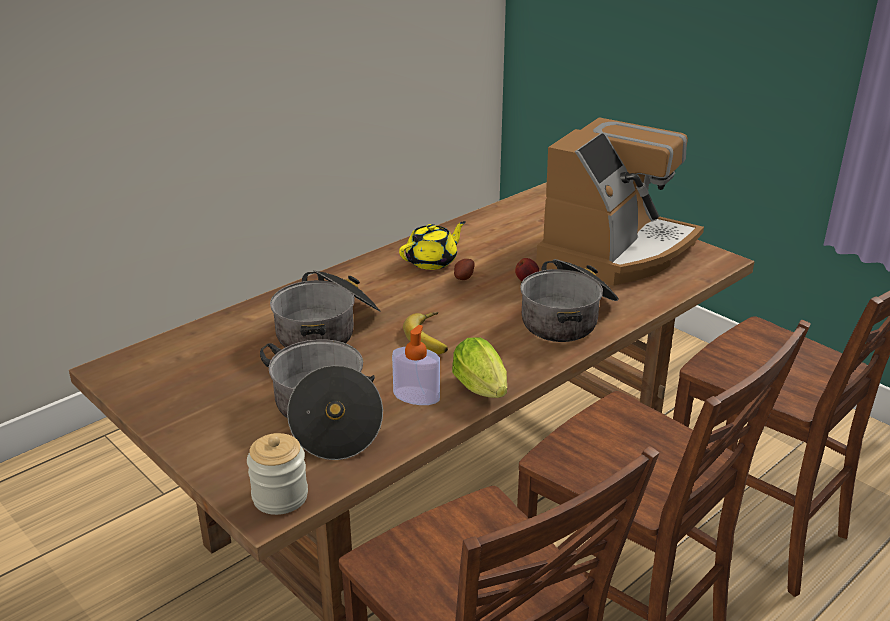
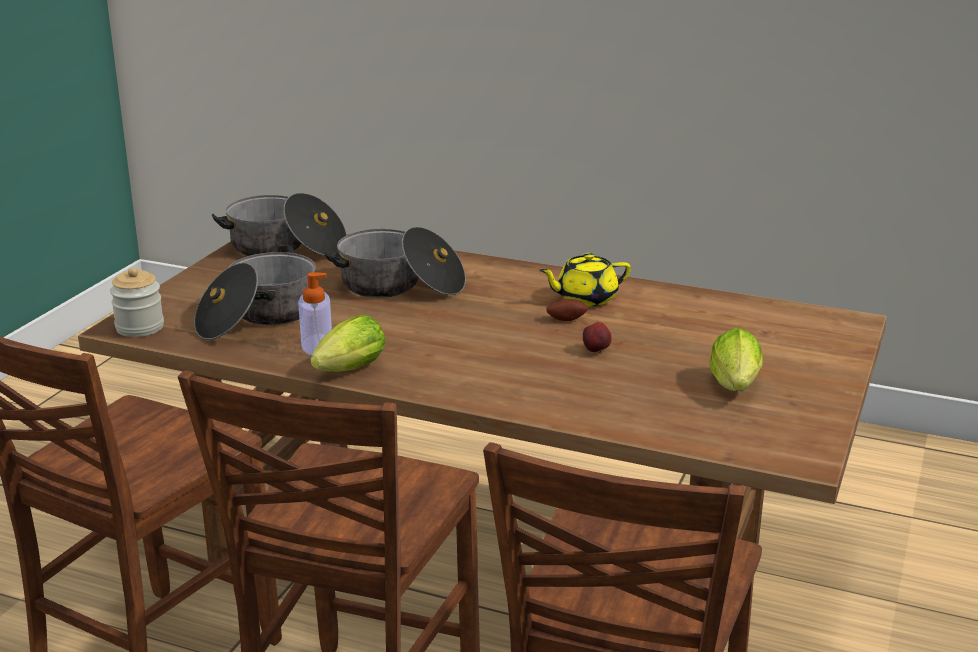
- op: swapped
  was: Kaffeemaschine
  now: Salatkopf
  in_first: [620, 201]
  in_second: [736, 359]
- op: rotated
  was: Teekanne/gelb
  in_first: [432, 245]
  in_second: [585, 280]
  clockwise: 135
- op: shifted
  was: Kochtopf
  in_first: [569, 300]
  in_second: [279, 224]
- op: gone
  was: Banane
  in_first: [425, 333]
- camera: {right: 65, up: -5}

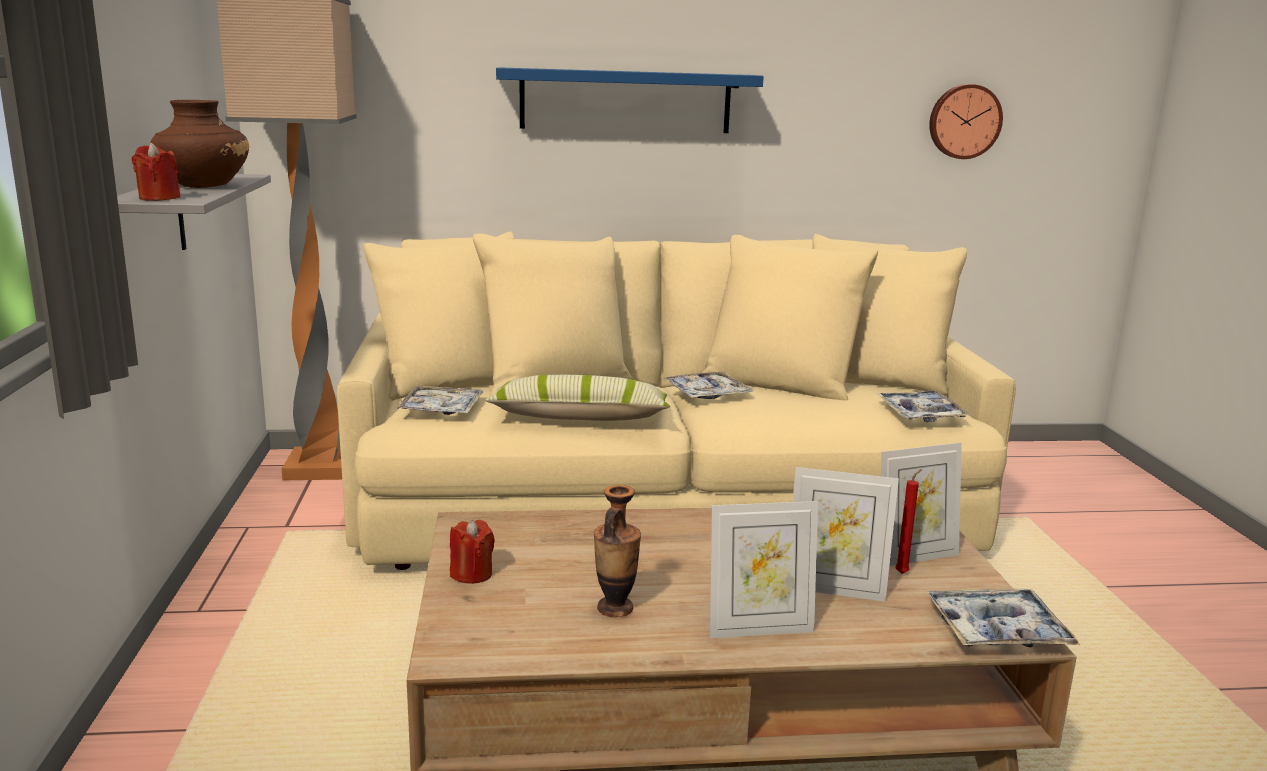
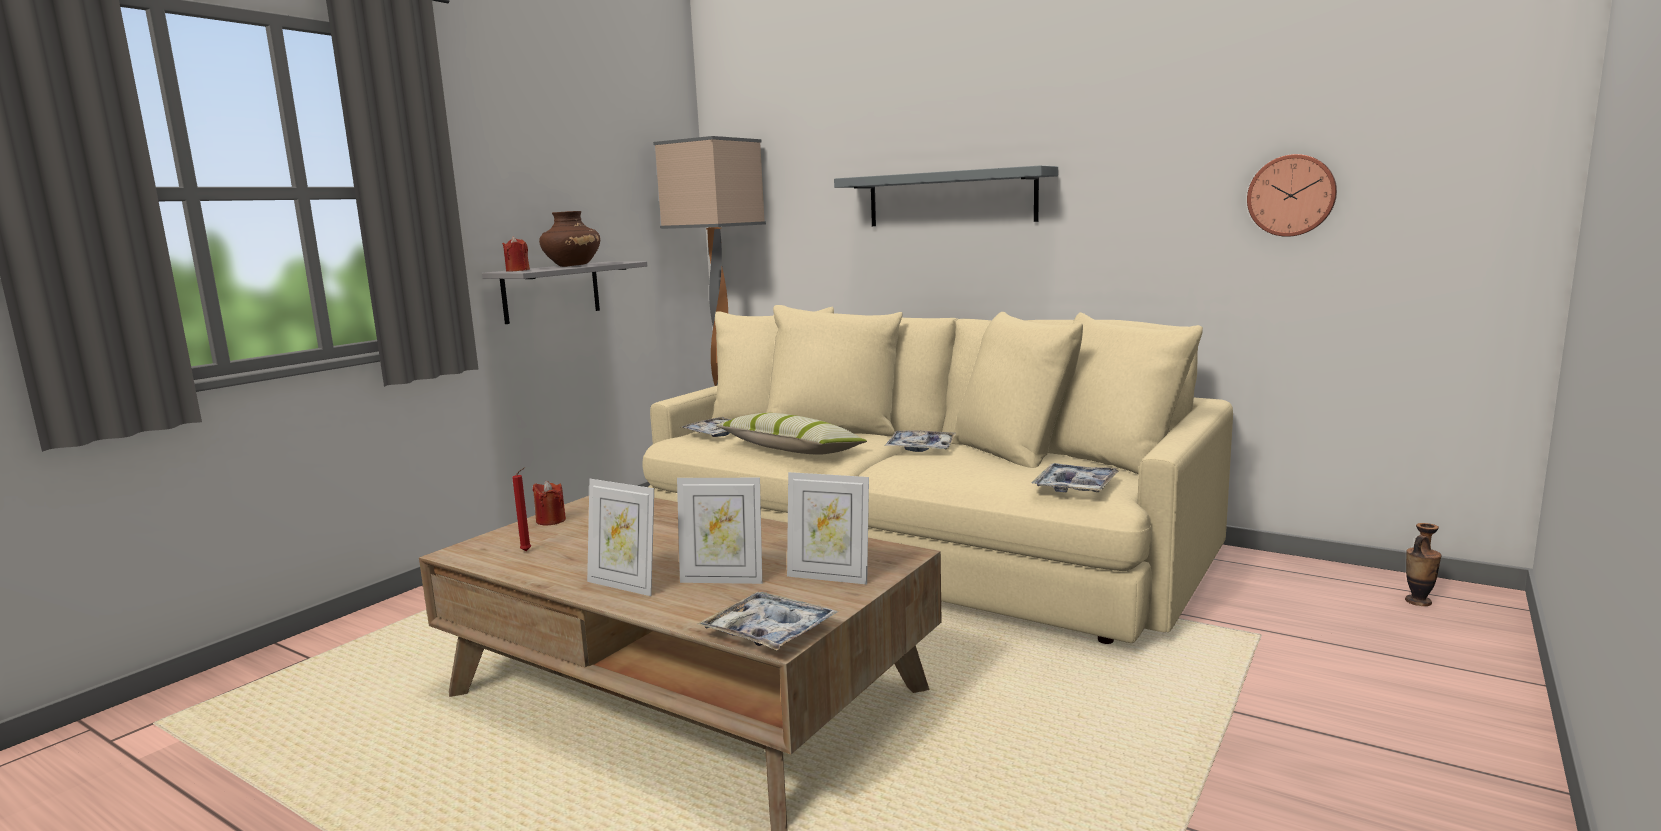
- op: repainted
  was: Wandregal/blau
  now: Wandregal/grau
  in_first: [630, 100]
  in_second: [946, 195]
- op: rotated
  was: Bilderrahmen
  in_first: [846, 534]
  in_second: [719, 531]
  clockwise: -45
- op: shifted
  was: Kerze/rot
  in_first: [908, 521]
  in_second: [521, 509]
- op: shifted
  was: Vase
  in_first: [617, 551]
  in_second: [1423, 564]
- camera: {right: 40, up: -5}

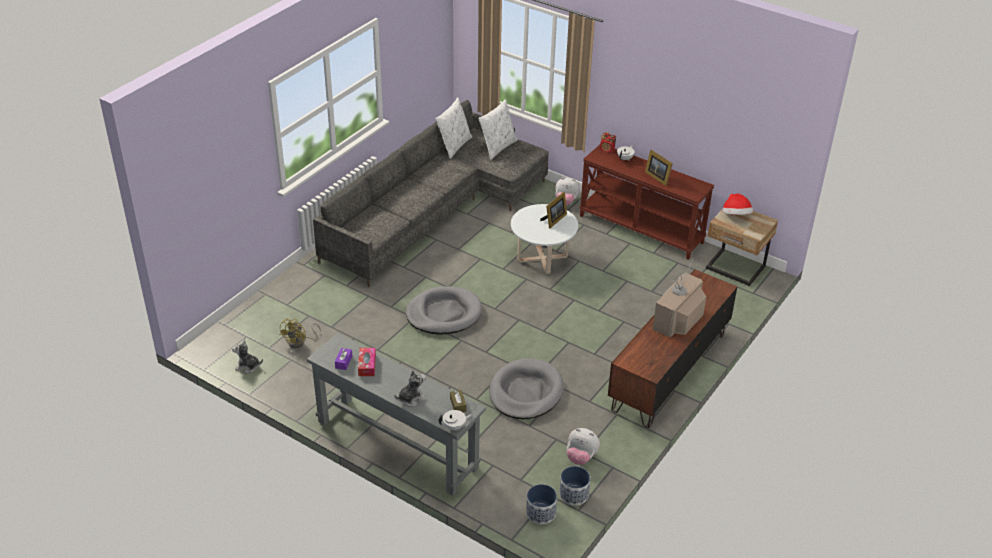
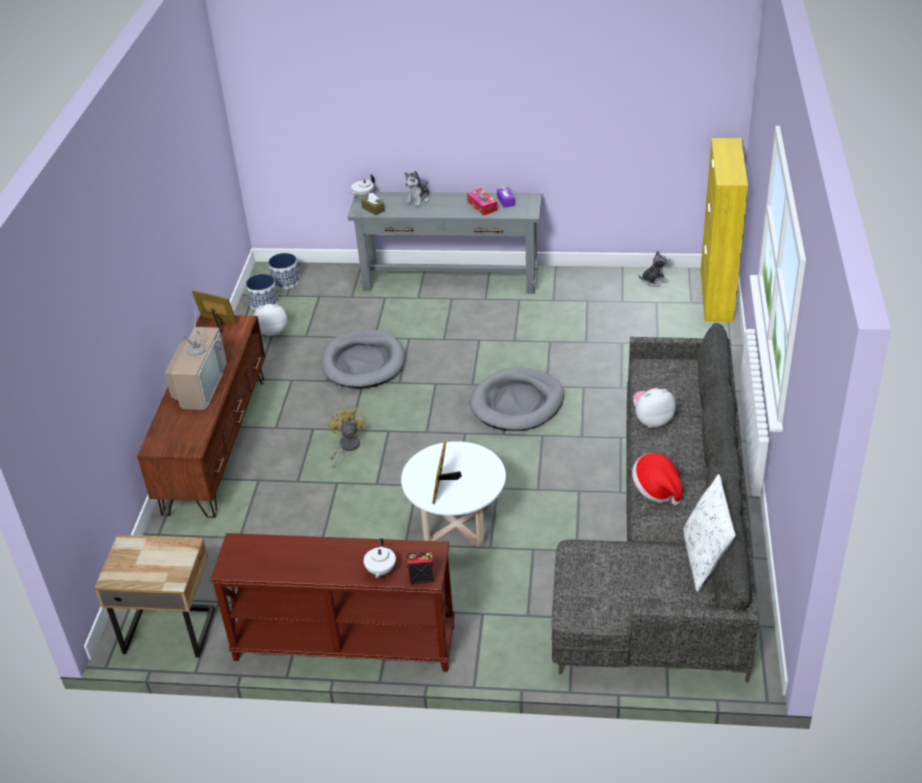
- op: gone
  was: Kissen/weiß
  in_first: [498, 129]
- op: shifted
  was: Bilderrahmen
  in_first: [659, 168]
  in_second: [214, 312]
- op: shifted
  was: Plüschtier
  in_first: [567, 191]
  in_second: [654, 408]
- op: shifted
  was: Hut
  in_first: [737, 204]
  in_second: [657, 479]
- op: shifted
  was: Ventilator/gelb
  in_first: [300, 333]
  in_second: [347, 436]
- op: new
  now: Schrank/gelb
  in_second: [724, 230]
- camera: {right: 155, up: 0}

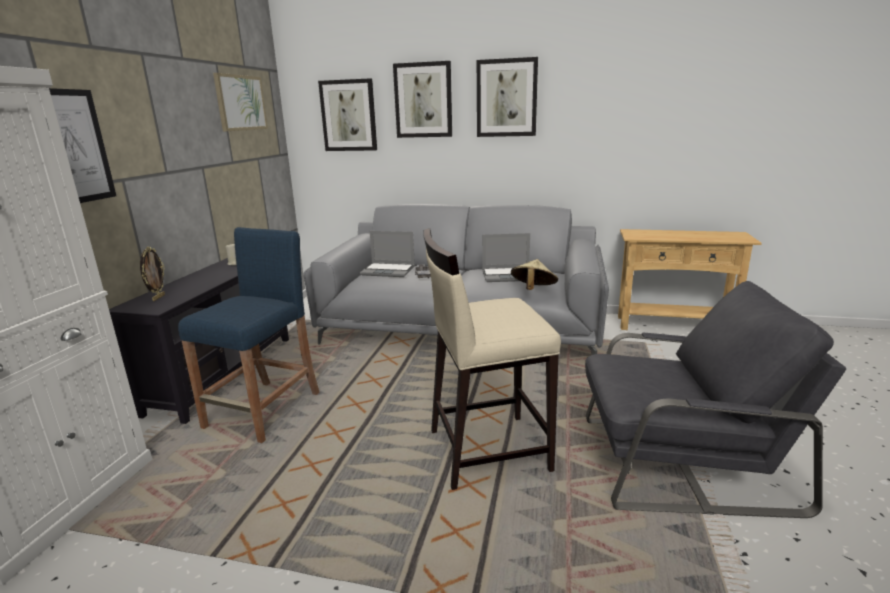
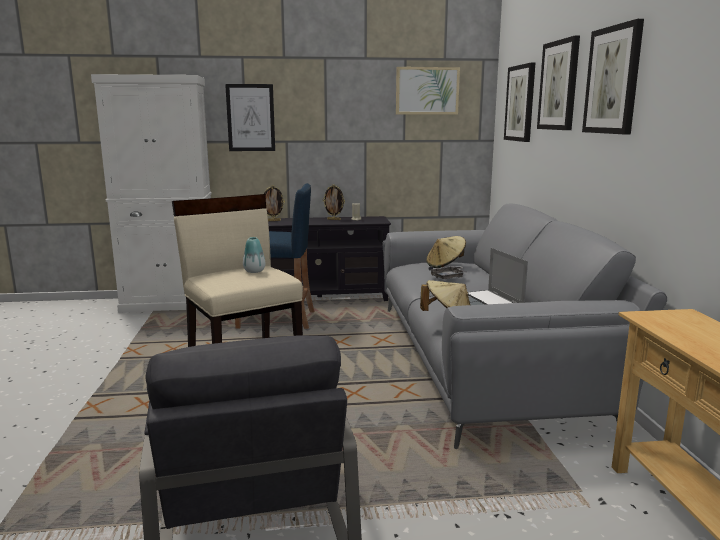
- op: swapped
  was: Laptop
  now: Hut/beige
  in_first: [387, 254]
  in_second: [446, 252]
- op: new
  now: Bilderrahmen
  in_second: [333, 202]
- op: new
  now: Vase
  in_second: [254, 255]
- camera: {right: 70, up: -5}

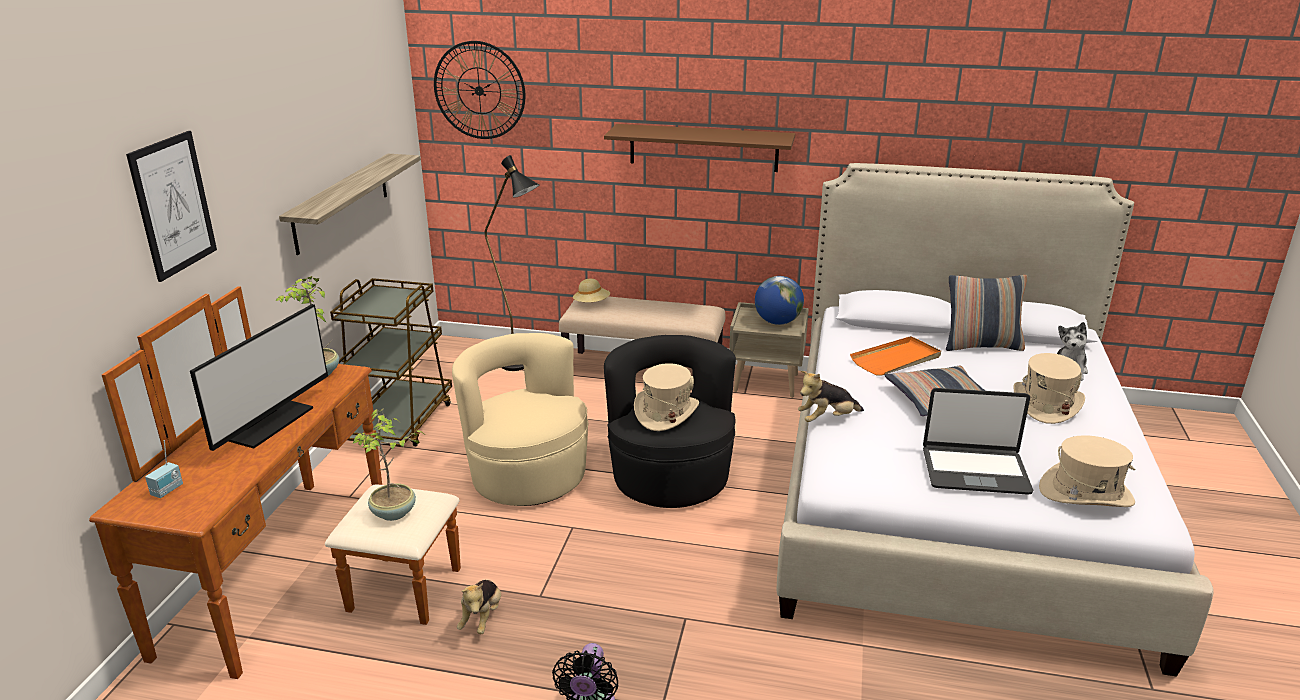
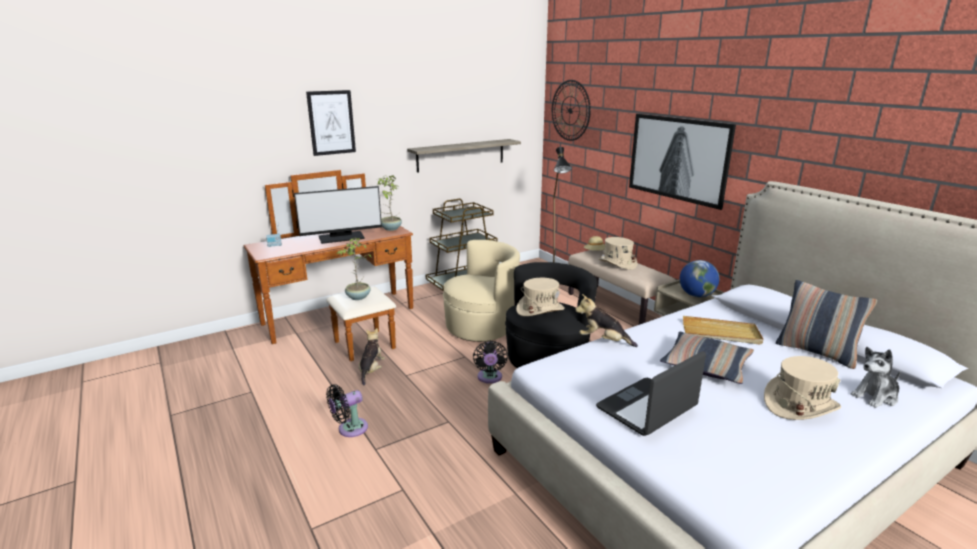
- op: swapped
  was: Wandregal/braun
  now: Bild
  in_first: [699, 148]
  in_second: [682, 162]
- op: rotated
  was: Sessel/beige
  in_first: [520, 419]
  in_second: [481, 291]
  clockwise: 60
- op: repainted
  was: Tablett/orange
  now: Tablett/beige
  in_first: [895, 356]
  in_second: [723, 330]
- op: rotated
  was: Laptop
  in_first: [978, 441]
  in_second: [651, 393]
  clockwise: 90
- op: shifted
  was: Hut/beige
  in_first: [1087, 471]
  in_second: [617, 253]
- op: rotated
  was: Plüschtier
  in_first: [479, 607]
  in_second: [371, 356]
  clockwise: 135
- op: new
  now: Ventilator/schwarz
  in_second: [490, 362]
- camera: {right: 45, up: -5}

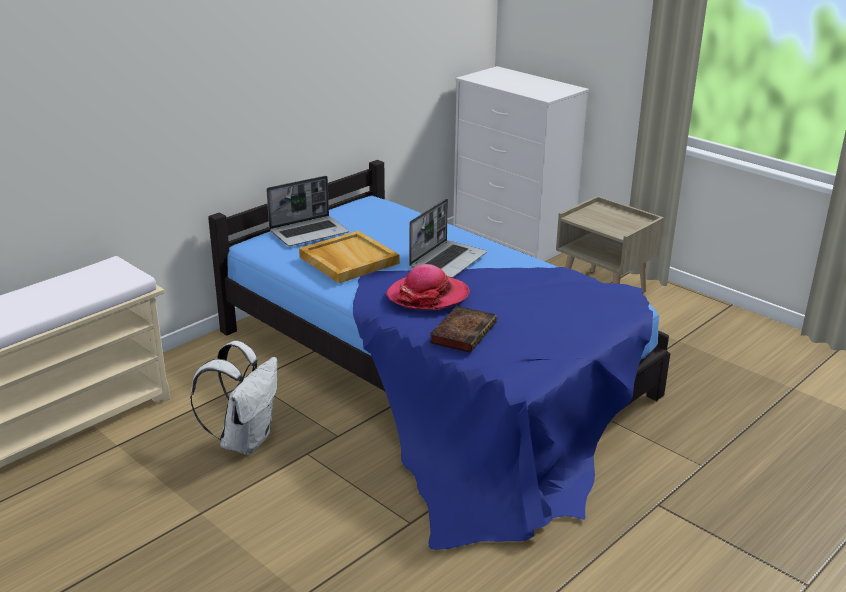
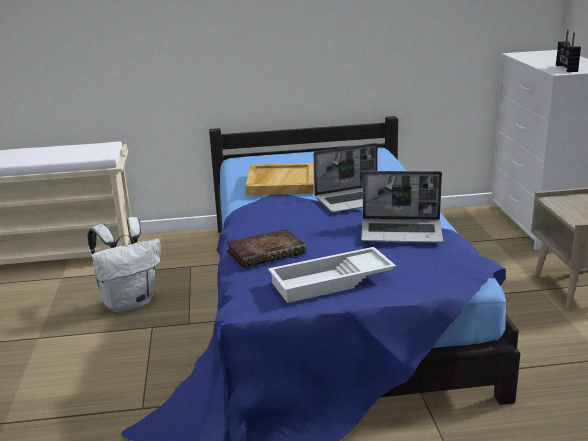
- op: shifted
  was: Laptop
  in_first: [307, 211]
  in_second: [402, 207]
- op: gone
  was: Hut
  in_first: [428, 287]
- op: new
  now: Radio
  in_second: [568, 51]
- op: new
  now: Tablett/weiß
  in_second: [332, 275]
- camera: {right: 40, up: -5}

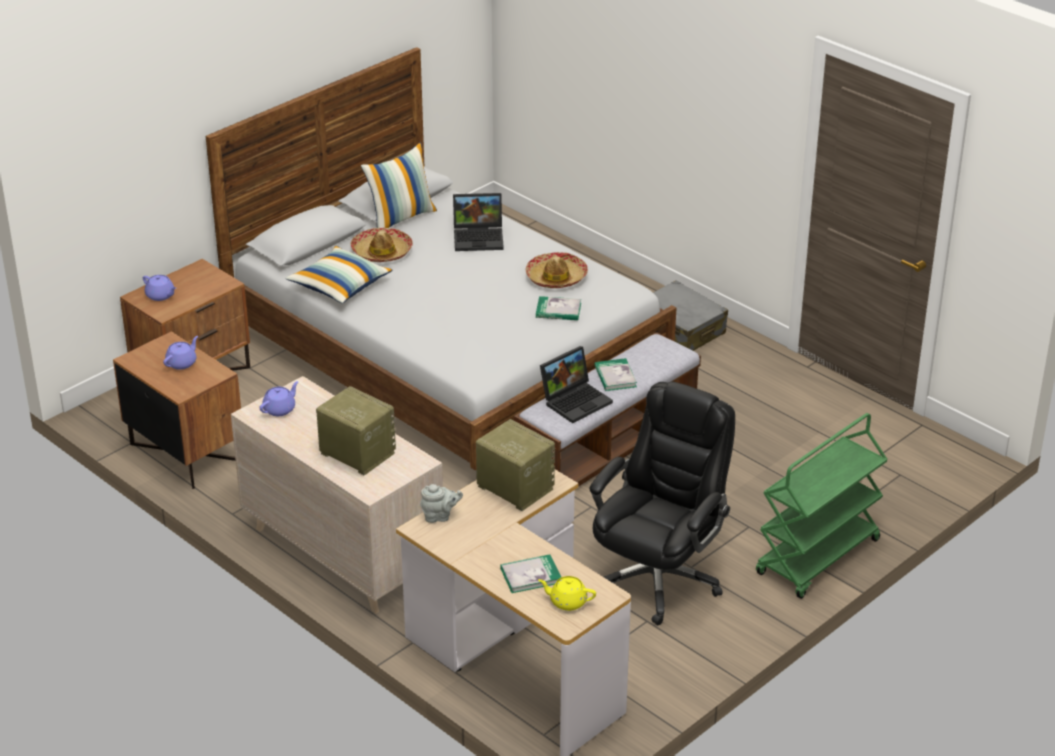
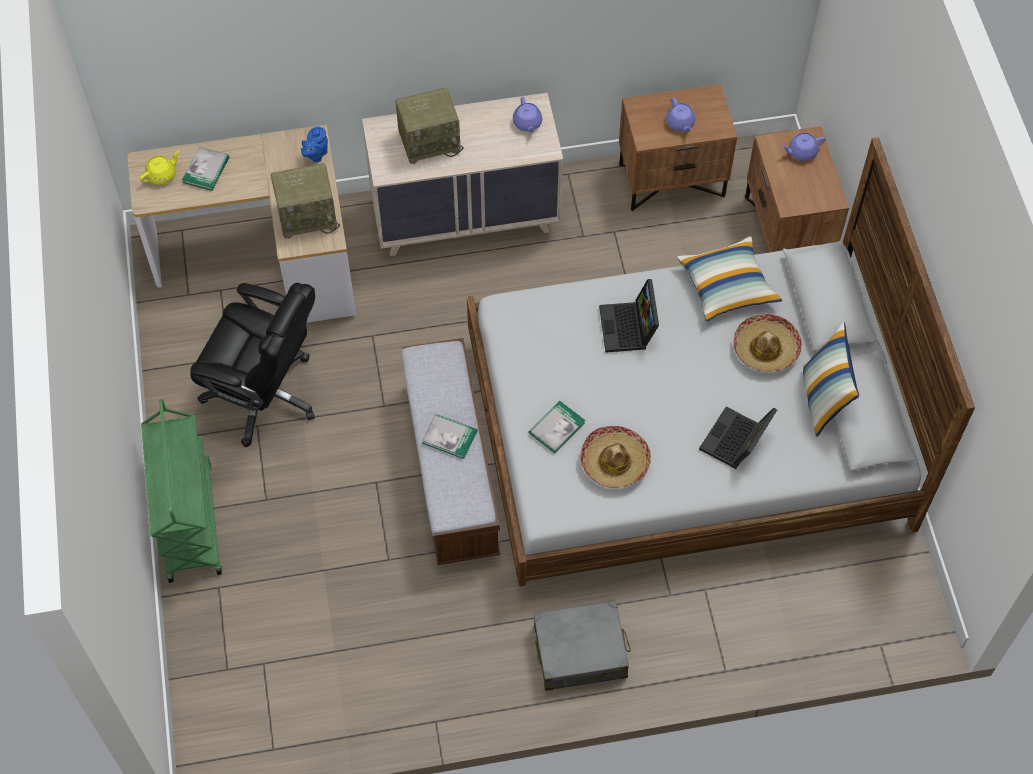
- op: shifted
  was: Laptop
  in_first: [576, 384]
  in_second: [629, 316]
- op: rotated
  was: Bürostuhl/schwarz
  in_first: [662, 503]
  in_second: [252, 365]
  clockwise: -45
- op: repainted
  was: Teekanne/grau
  now: Teekanne/blau
  in_first: [441, 503]
  in_second: [314, 145]
- camera: {right: 125, up: 25}

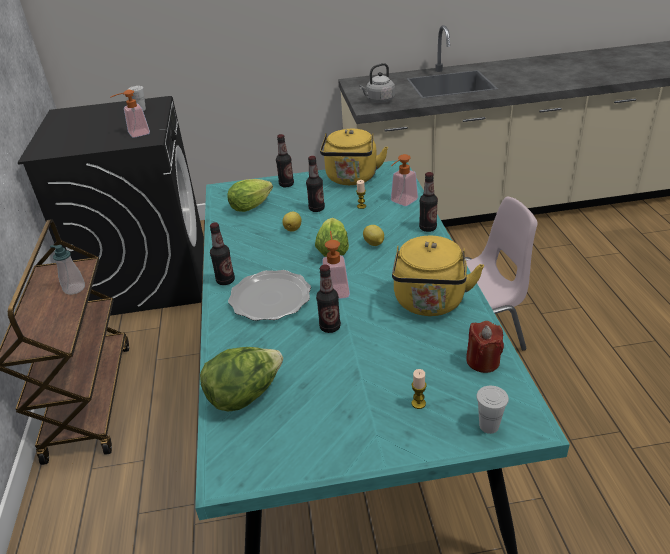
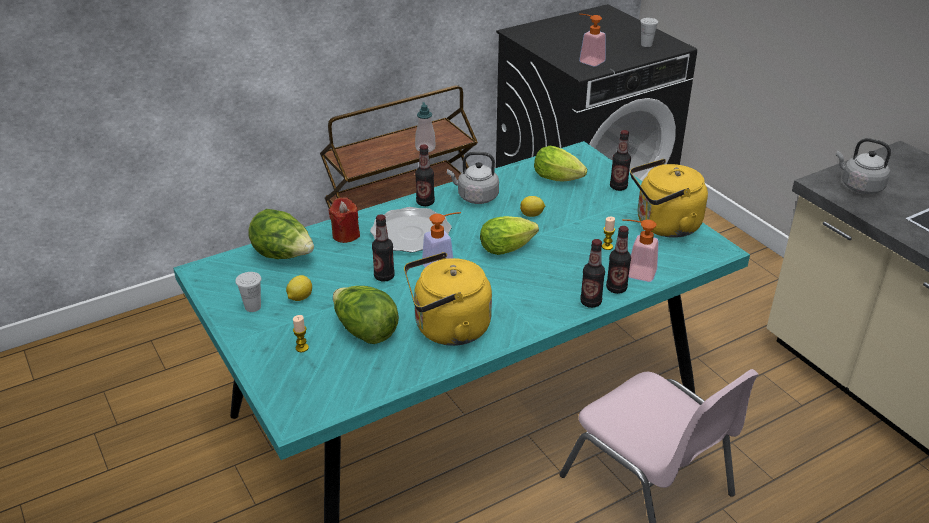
- op: shifted
  was: Flasche
  in_first: [315, 184]
  in_second: [618, 260]
- op: shifted
  was: Zitrone
  in_first: [373, 235]
  in_second: [299, 288]
- op: shifted
  was: Kerze/rot
  in_first: [485, 347]
  in_second: [344, 220]
- op: shifted
  was: Tasse/weiß
  in_first: [492, 410]
  in_second: [248, 292]
- op: new
  now: Wasserkessel/grau
  in_second: [473, 178]
- op: new
  now: Salatkopf
  in_second: [366, 315]
- camera: {right: 65, up: 0}

